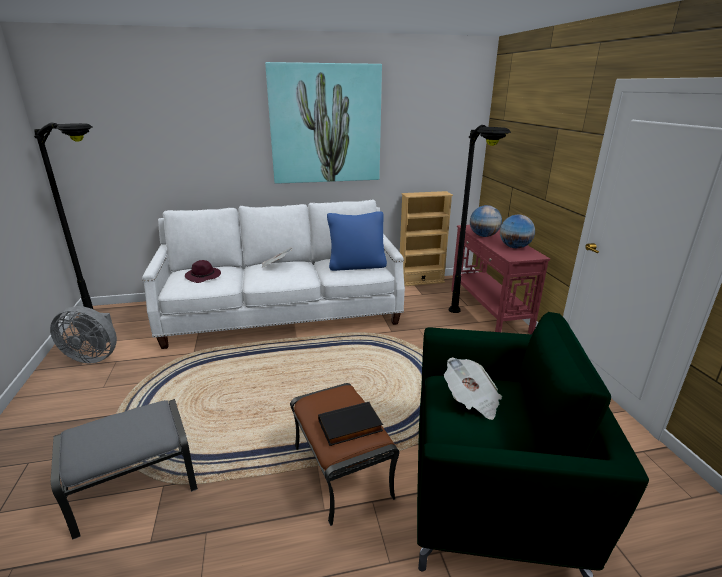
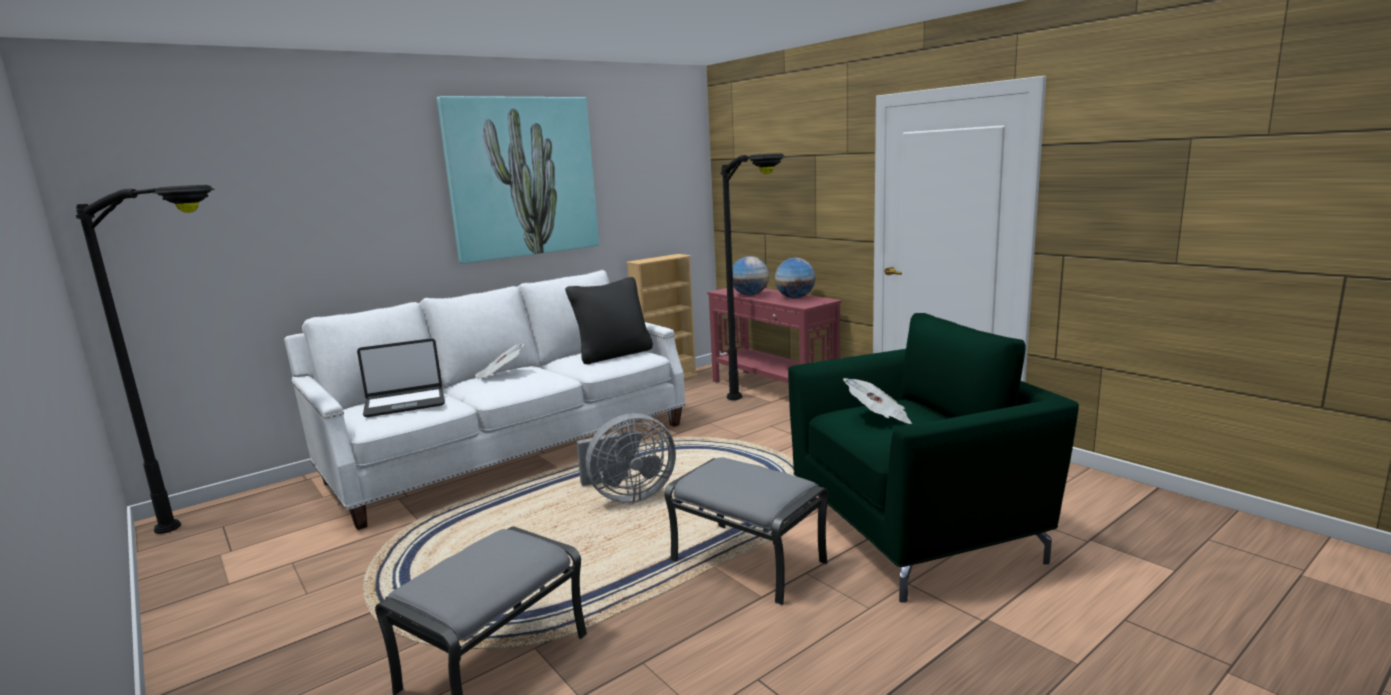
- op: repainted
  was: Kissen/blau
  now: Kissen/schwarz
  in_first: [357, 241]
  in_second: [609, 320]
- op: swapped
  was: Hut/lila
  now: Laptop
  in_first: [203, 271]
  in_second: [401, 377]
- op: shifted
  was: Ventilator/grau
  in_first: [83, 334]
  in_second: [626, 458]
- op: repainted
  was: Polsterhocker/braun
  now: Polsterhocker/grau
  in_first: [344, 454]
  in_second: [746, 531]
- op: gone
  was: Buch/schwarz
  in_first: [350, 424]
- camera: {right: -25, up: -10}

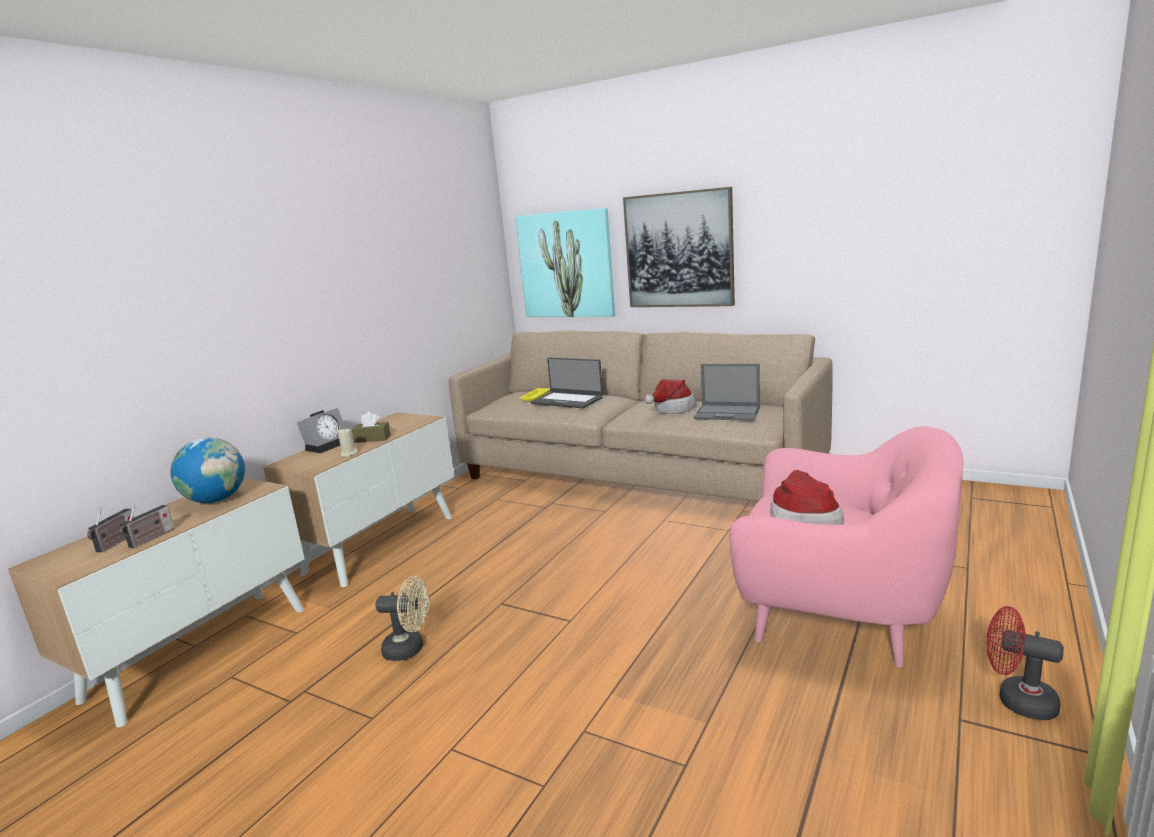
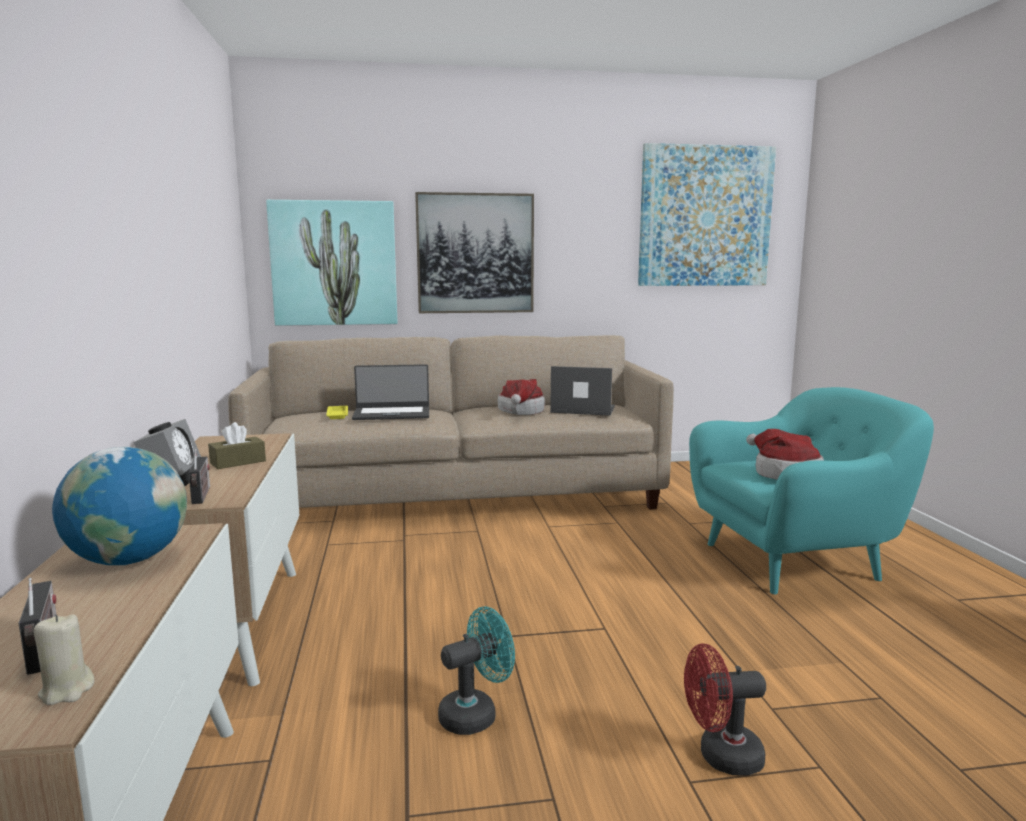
- op: rotated
  was: Laptop
  in_first: [726, 392]
  in_second: [582, 391]
  clockwise: -150
- op: repainted
  was: Sessel/rosa
  now: Sessel/türkis
  in_first: [846, 547]
  in_second: [811, 490]
- op: shifted
  was: Kerze/beige
  in_first: [347, 443]
  in_second: [64, 659]
- op: shifted
  was: Radio
  in_first: [147, 526]
  in_second: [199, 476]
- op: repainted
  was: Ventilator/beige
  now: Ventilator/türkis
  in_first: [402, 618]
  in_second: [476, 671]
- op: shifted
  was: Ventilator/rot
  in_first: [1025, 663]
  in_second: [725, 709]
- op: new
  now: Bild
  in_second: [707, 214]
- camera: {right: -40, up: -5}

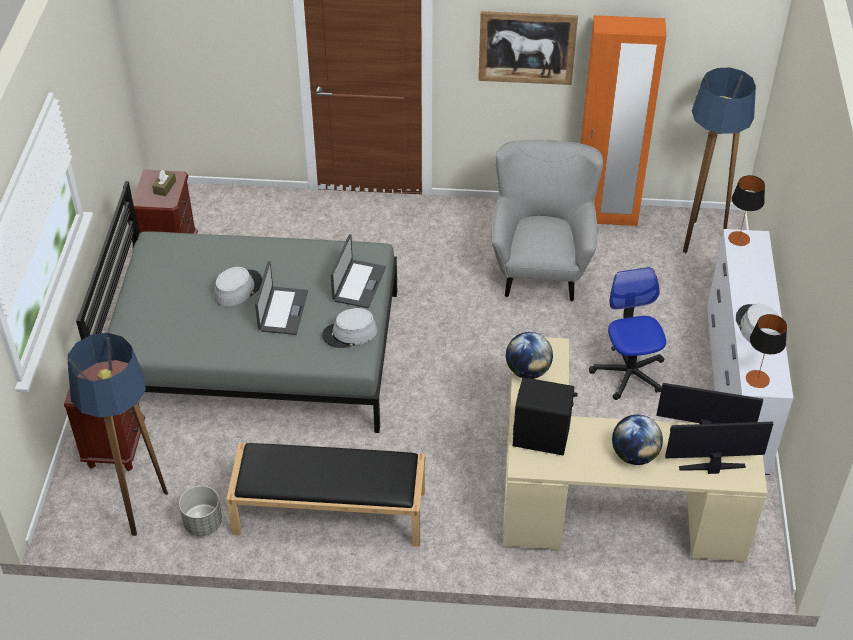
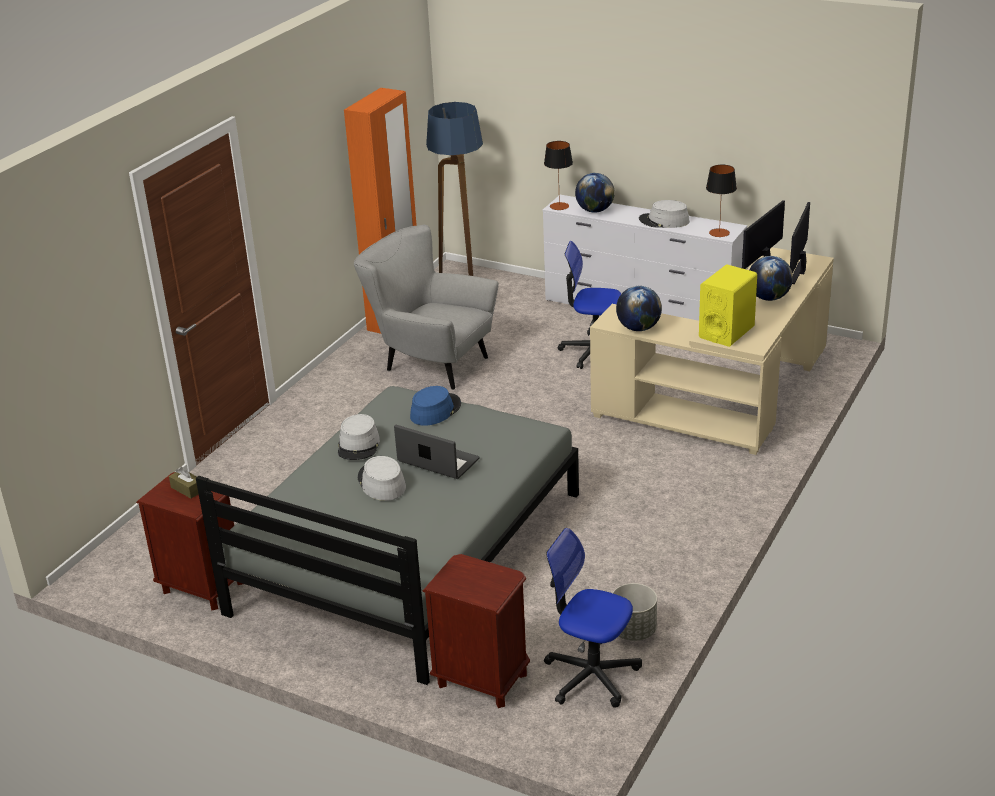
- op: gone
  was: Bild
  in_first: [528, 48]
- op: swapped
  was: Laptop
  now: Hut/blau
  in_first: [358, 271]
  in_second: [435, 406]
- op: shifted
  was: Hut/grau
  in_first: [349, 328]
  in_second: [359, 437]
- op: swapped
  was: Stehlampe
  now: Bürostuhl
  in_first: [118, 434]
  in_second: [593, 618]
- op: repainted
  was: Lautsprecher/schwarz
  now: Lautsprecher/gelb
  in_first: [545, 416]
  in_second: [728, 306]
- op: gone
  was: Bank/schwarz
  in_first: [325, 495]
- op: new
  now: Globus
  in_second: [595, 193]
- camera: {right: -65, up: -15}

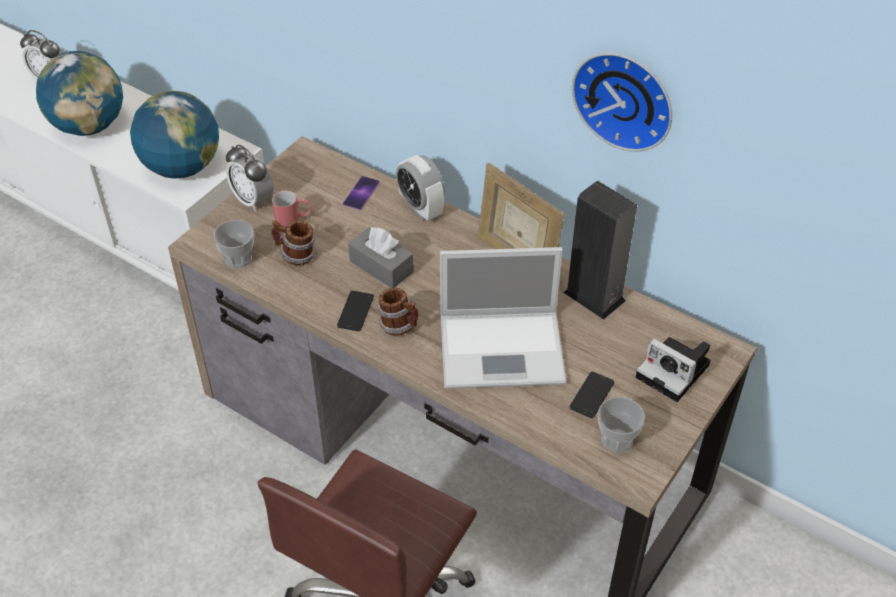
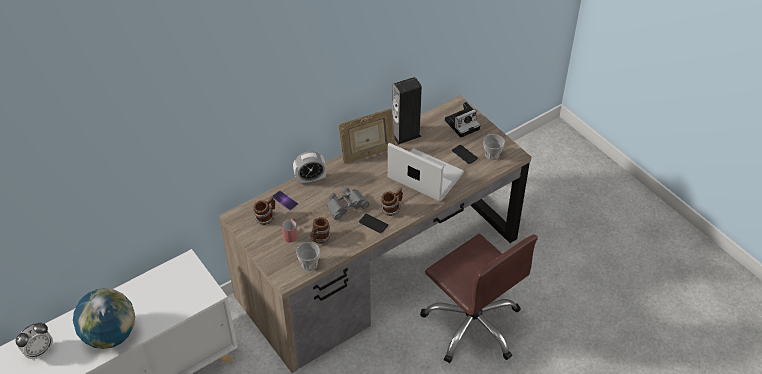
- op: gone
  was: Wanduhr
  in_first: [622, 102]
- op: gone
  was: Globus
  in_first: [174, 135]
- op: gone
  was: Wecker
  in_first: [250, 178]
- op: swapped
  was: Taschentuchbox/grau
  now: Fernglas/grau
  in_first: [381, 257]
  in_second: [347, 203]
- op: rotated
  was: Laptop
  in_first: [503, 318]
  in_second: [426, 172]
  clockwise: -75
- op: new
  now: Henkelbecher
  in_second: [264, 210]
- camera: {right: -70, up: 0}

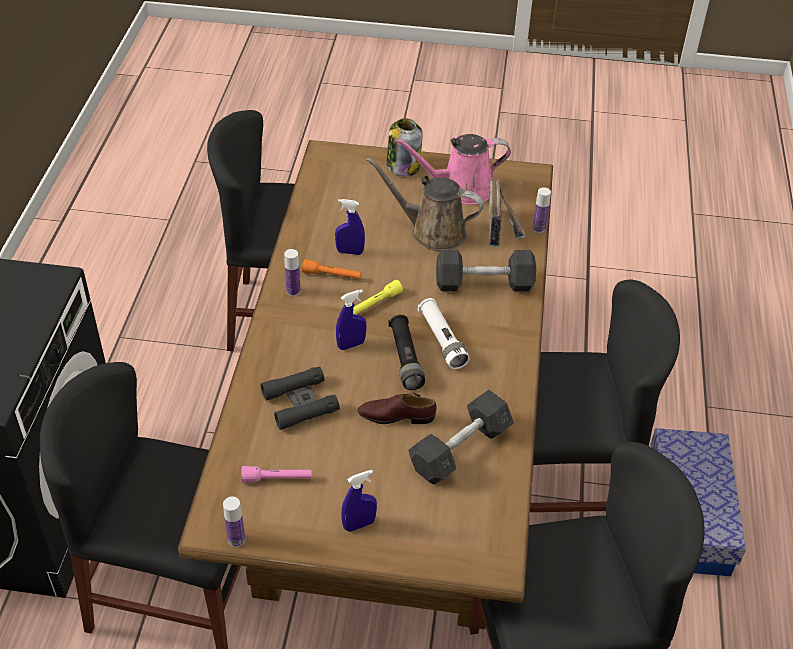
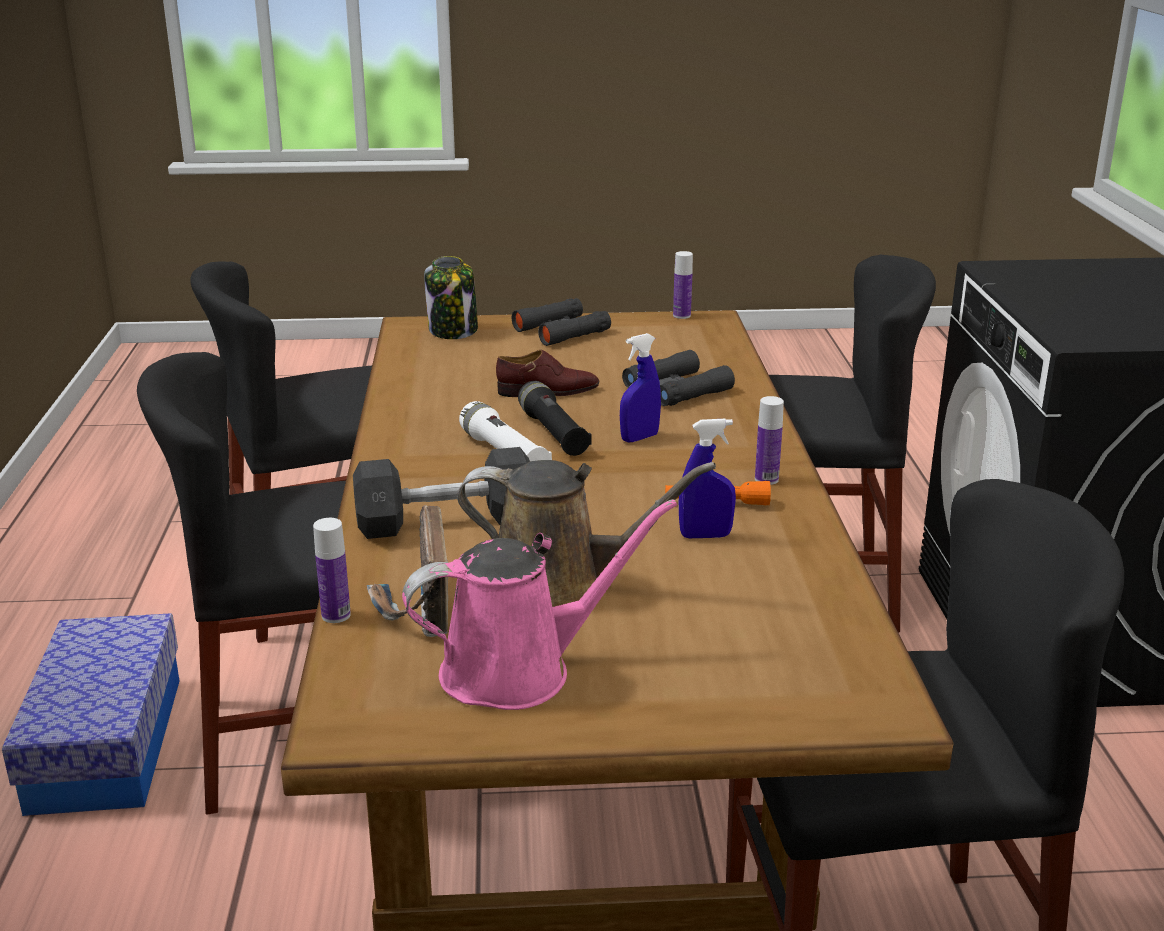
- op: shifted
  was: Vorratsglas
  in_first: [405, 147]
  in_second: [451, 297]
- op: gone
  was: Taschenlampe/gelb
  in_first: [378, 297]
- op: gone
  was: Hantel/grau
  in_first: [461, 437]
- op: gone
  was: Taschenlampe/rosa
  in_first: [276, 474]
- op: swapped
  was: Sprühflasche/blau
  now: Fernglas/schwarz
  in_first: [359, 501]
  in_second: [561, 322]
- camera: {right: 170, up: -20}

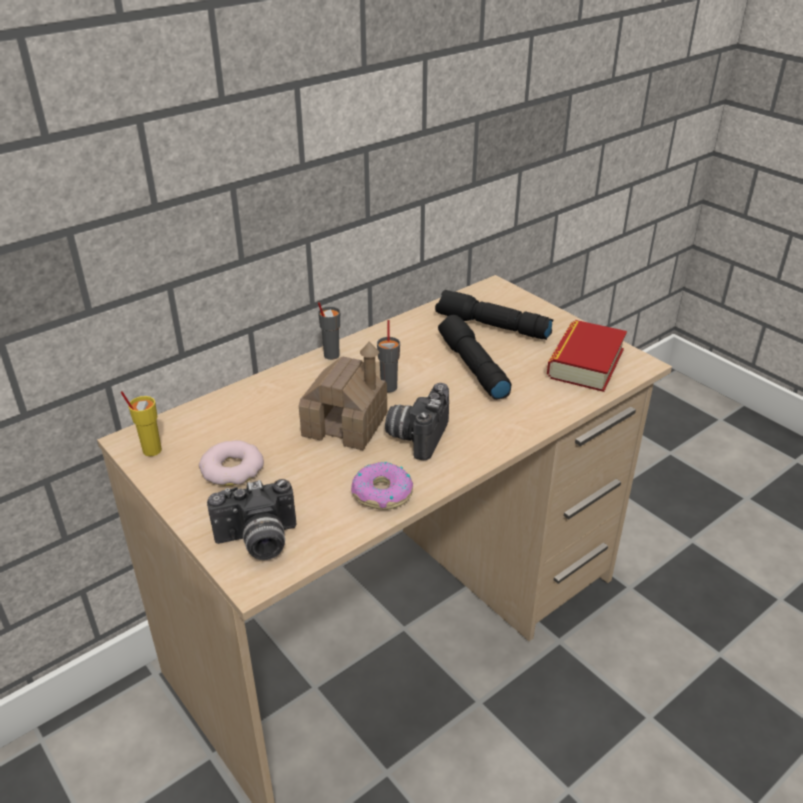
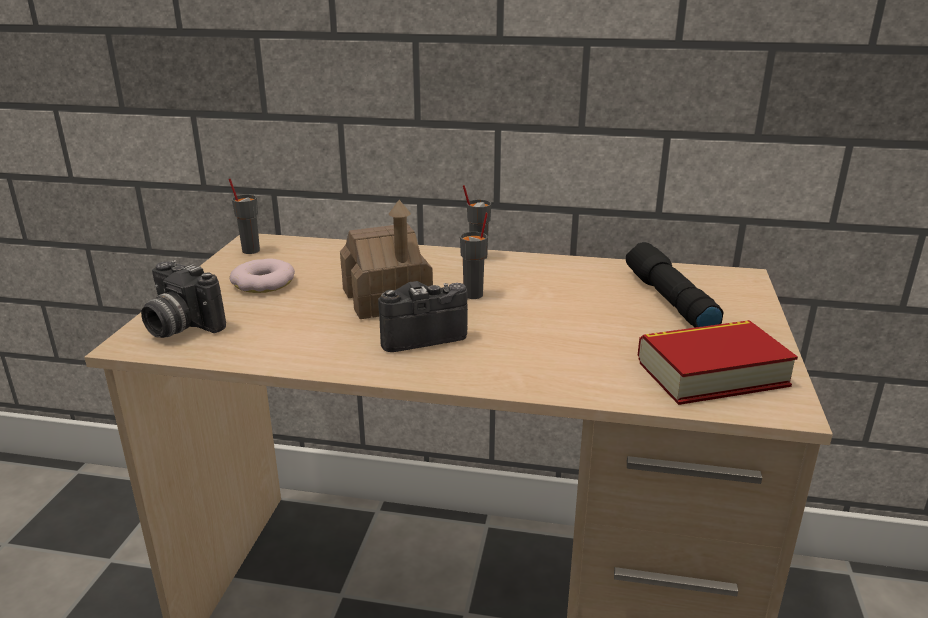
- op: gone
  was: Taschenlampe/schwarz
  in_first: [474, 357]
- op: repainted
  was: Tasse/gelb
  now: Tasse/grau
  in_first: [141, 423]
  in_second: [244, 216]
- op: gone
  was: Donut
  in_first: [382, 486]
- camera: {right: 50, up: -10}

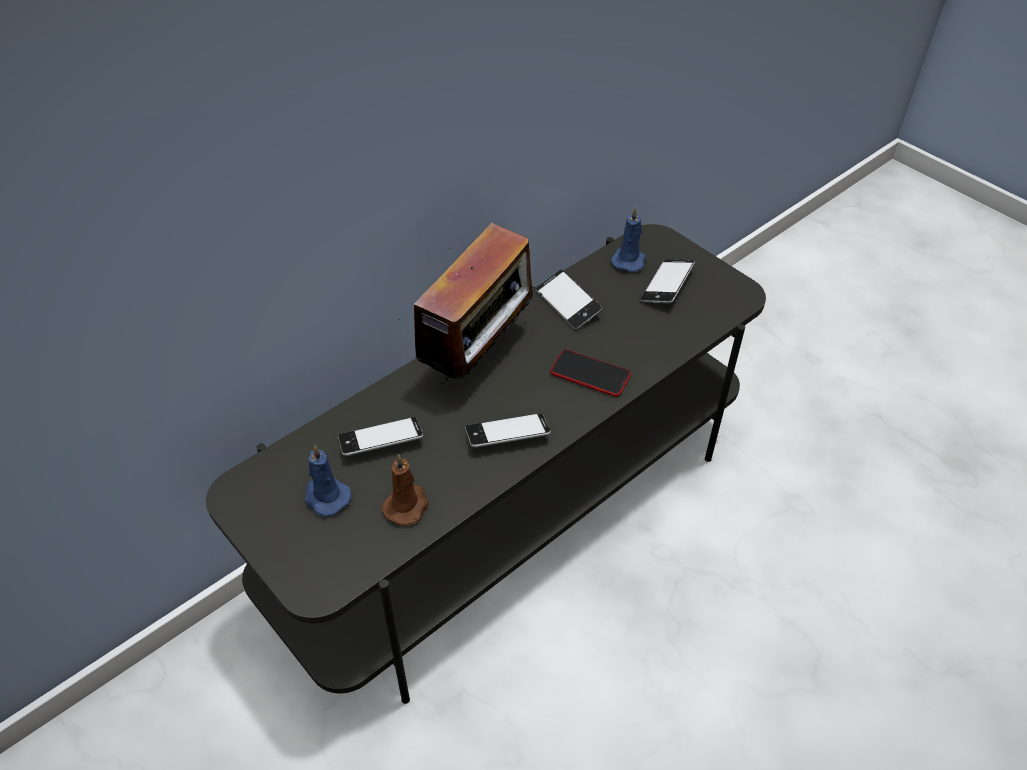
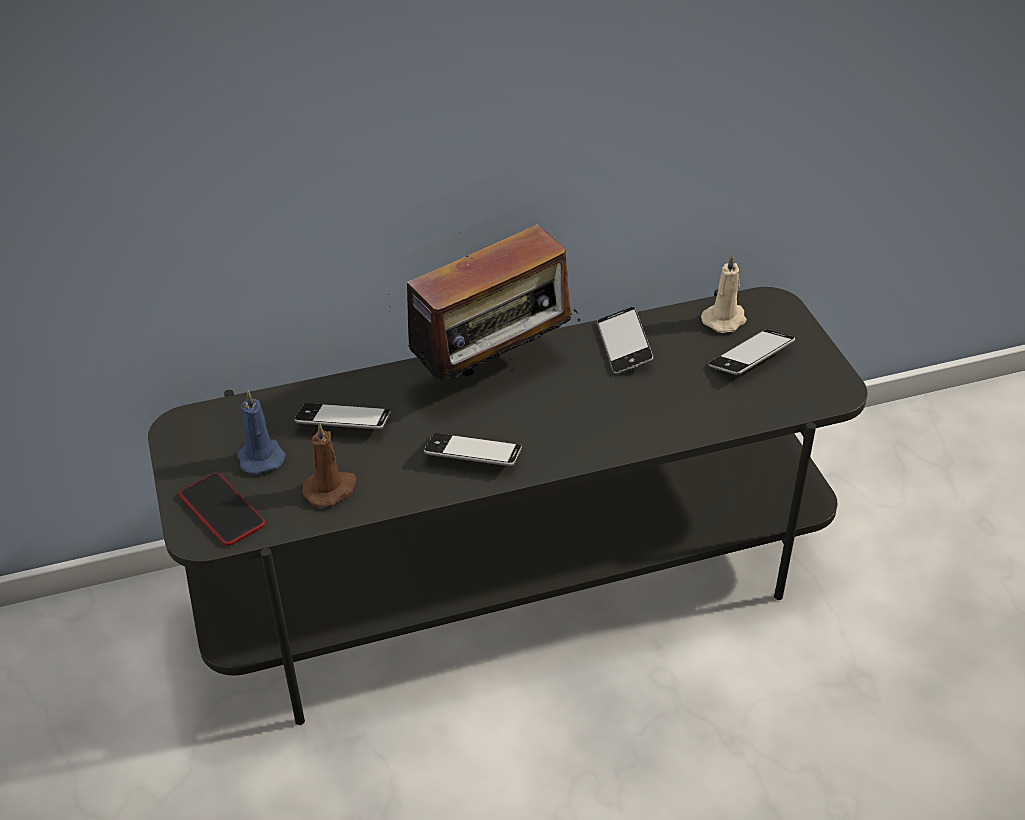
- op: repainted
  was: Kerze/blau
  now: Kerze/beige
  in_first: [628, 239]
  in_second: [724, 293]
- op: shifted
  was: Handy
  in_first: [590, 373]
  in_second: [222, 509]
- camera: {right: 25, up: -5}

